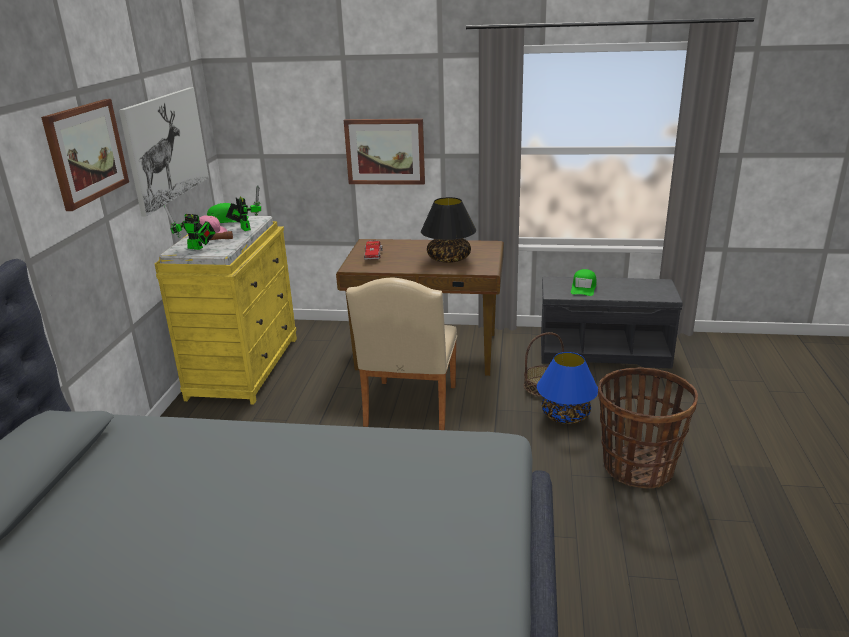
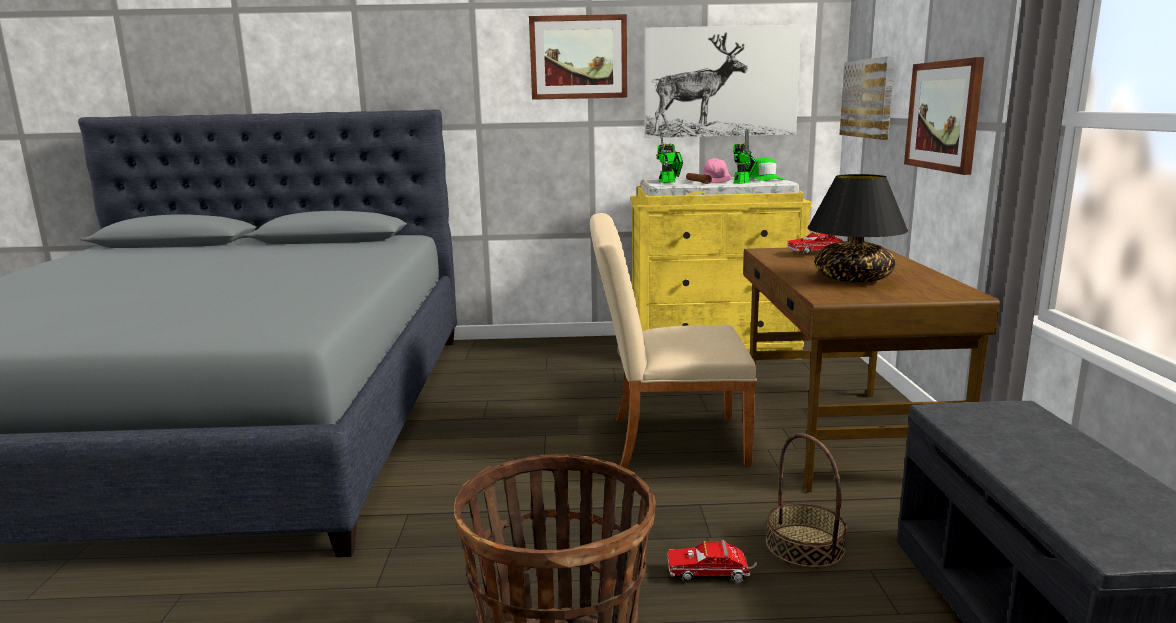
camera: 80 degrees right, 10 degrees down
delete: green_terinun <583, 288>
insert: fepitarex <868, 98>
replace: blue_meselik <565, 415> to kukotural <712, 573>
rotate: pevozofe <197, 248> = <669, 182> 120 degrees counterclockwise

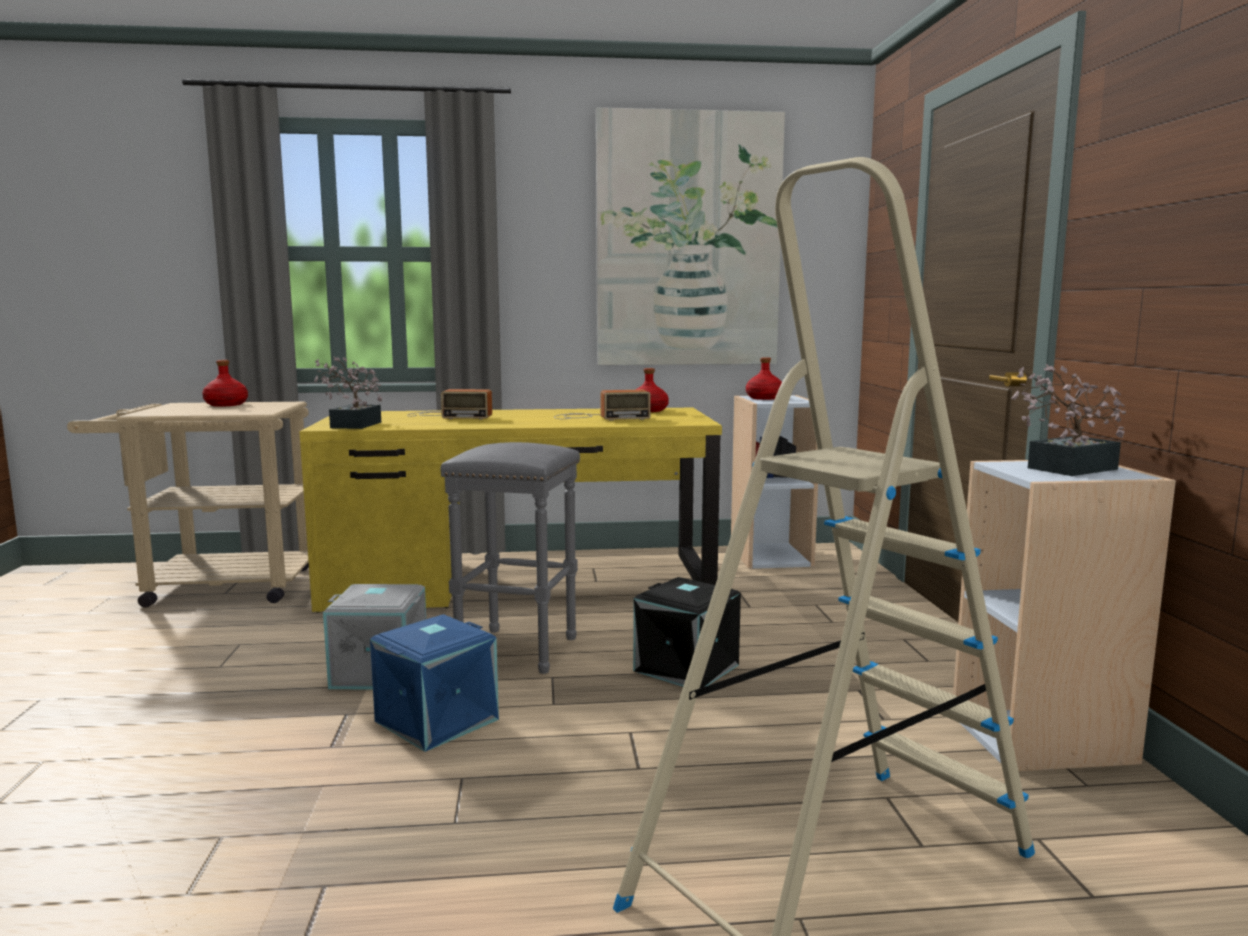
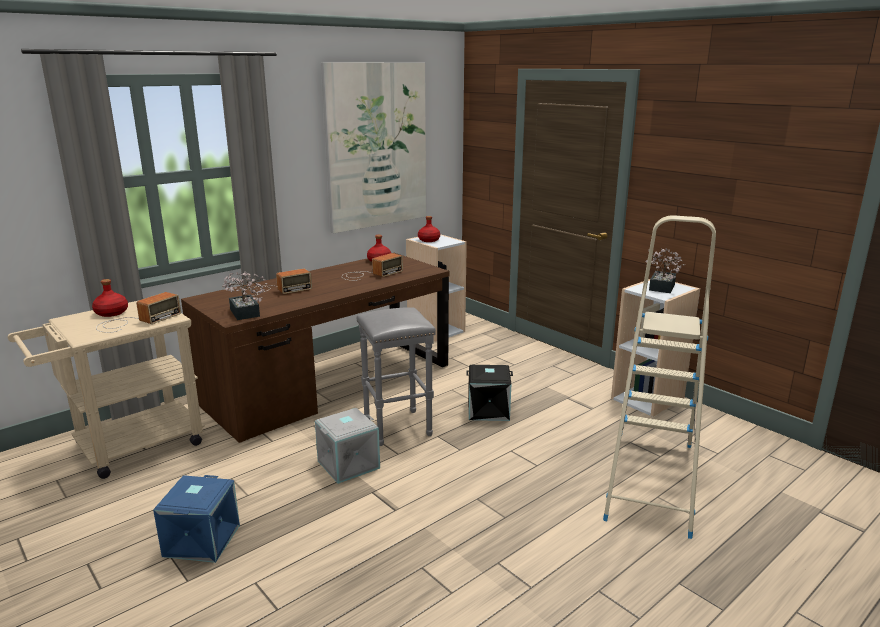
camera: 35 degrees left, 10 degrees up
insert: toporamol <135, 321>
move: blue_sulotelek <436, 719> to <201, 540>
recolor: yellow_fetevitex <520, 582> to brown_fetevitex <330, 384>

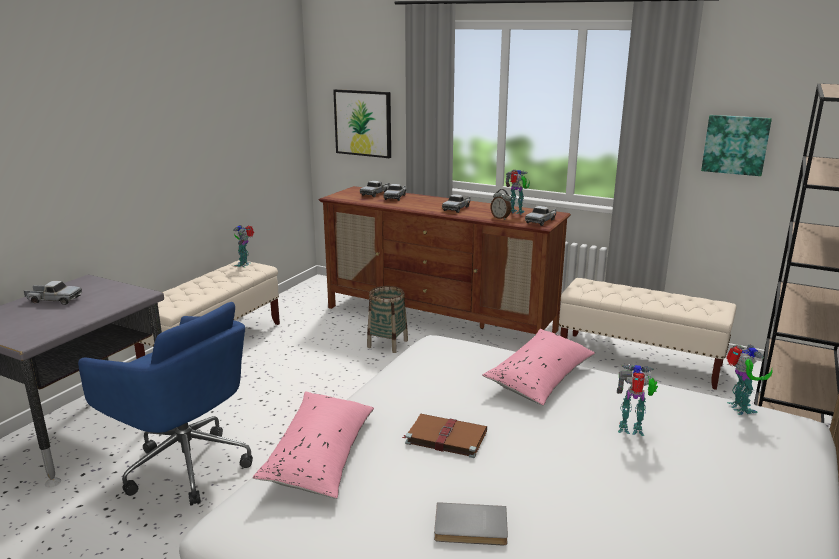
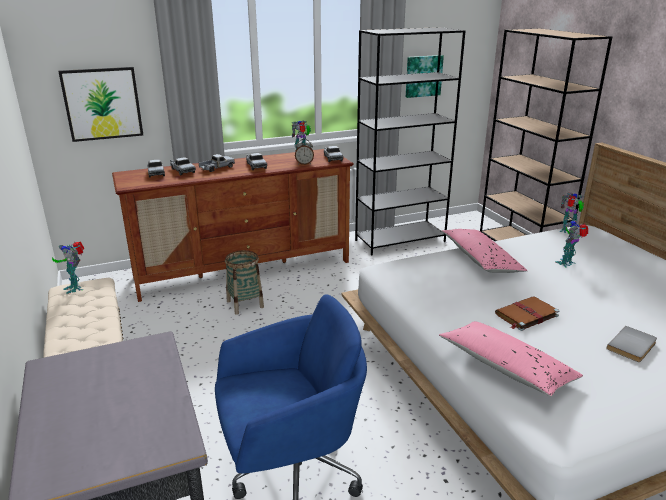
camera: 50 degrees left, 5 degrees up
move: kukotural <54, 300> to <217, 168>
replace: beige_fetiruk <639, 360> to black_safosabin <400, 240>

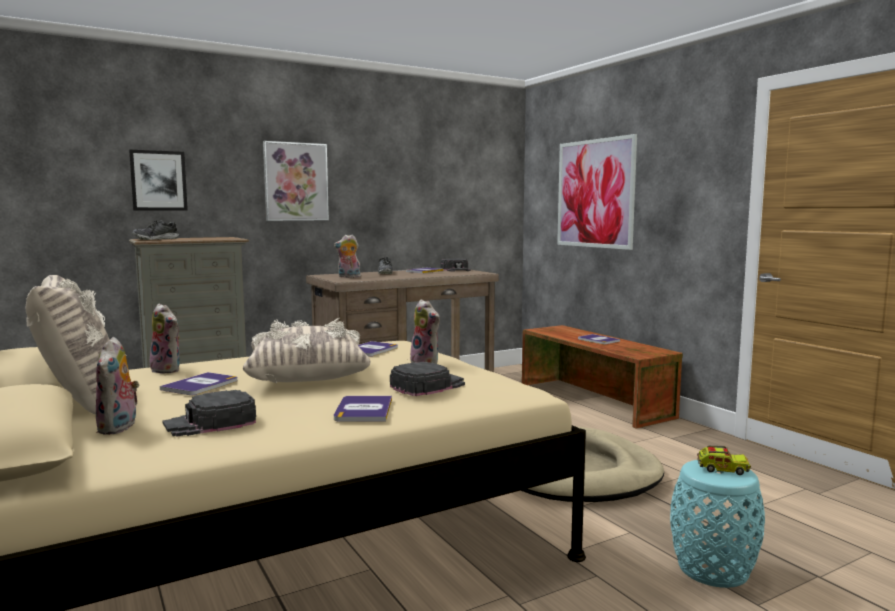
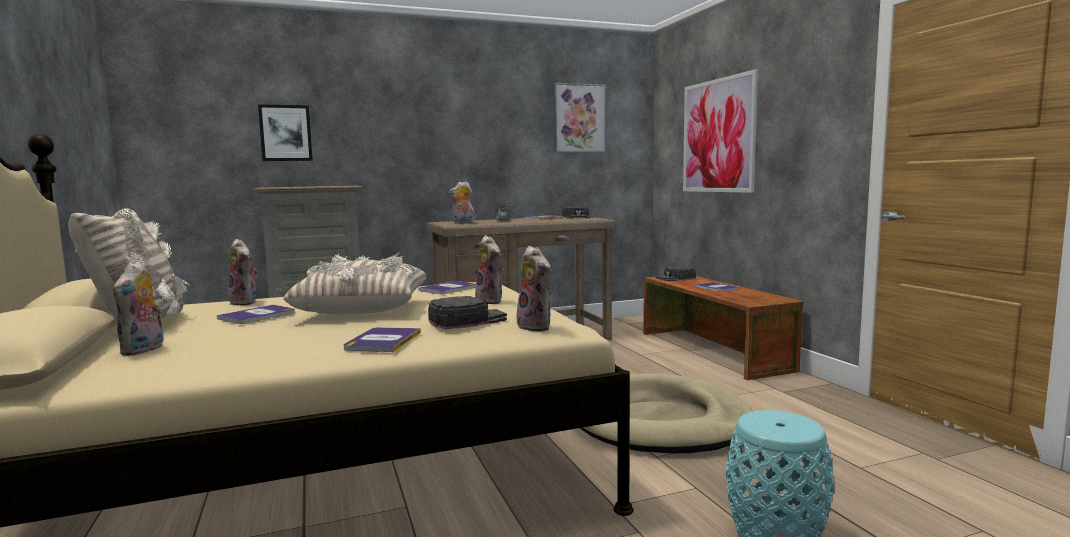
camera: 10 degrees right, 0 degrees up
delete: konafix <156, 239>; kukotural <722, 469>
insert: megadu <537, 327>
move: fepitarex <296, 182> to <579, 118>; black_terinun <211, 423> to <675, 278>

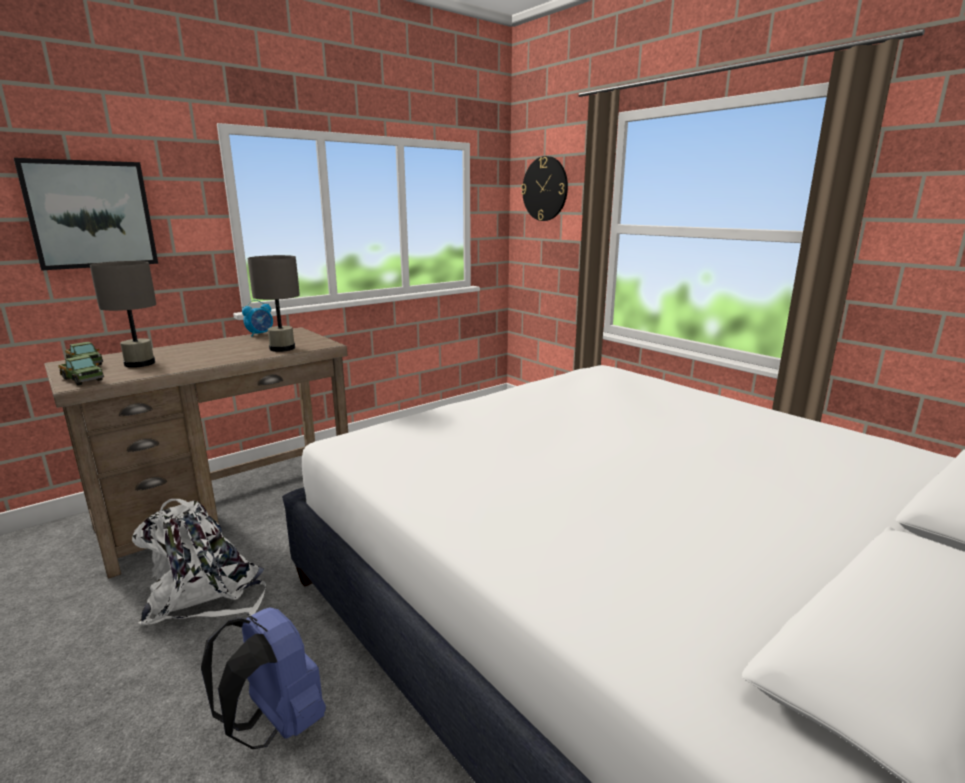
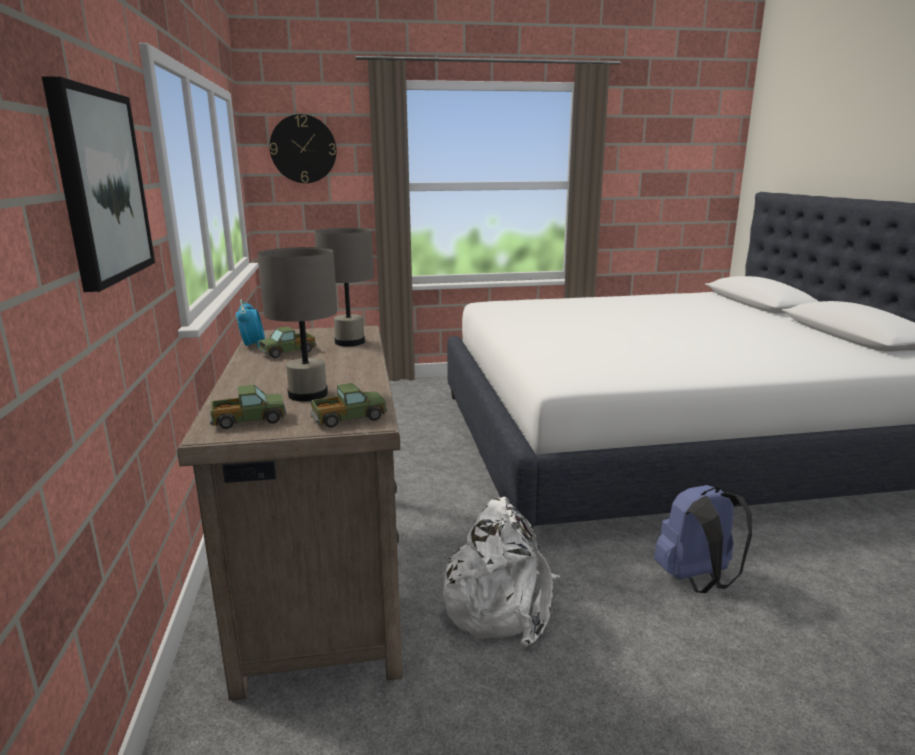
camera: 60 degrees left, 0 degrees up
insert: kukotural <288, 352>

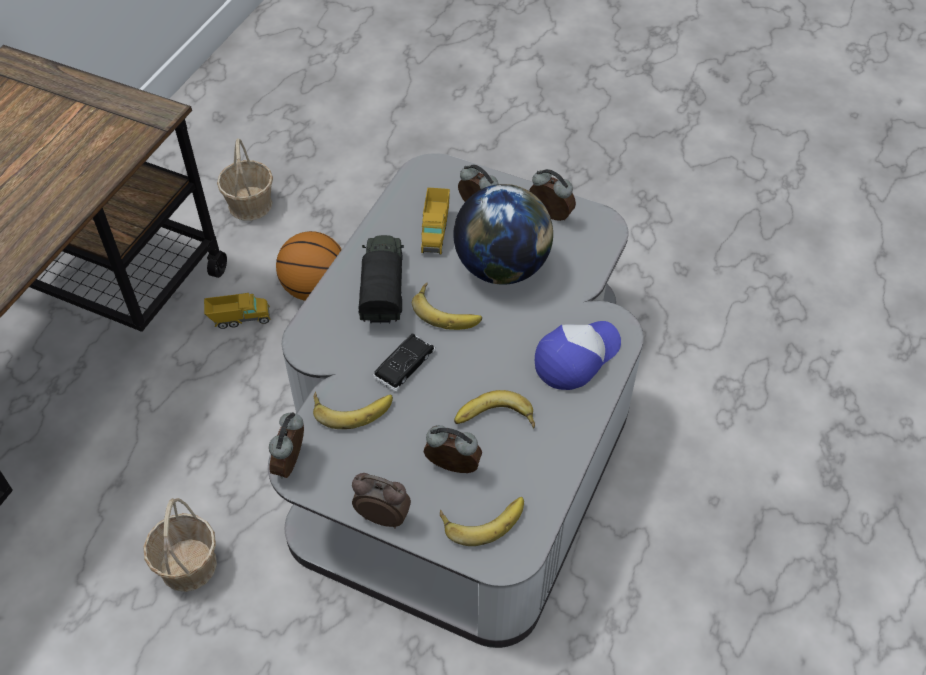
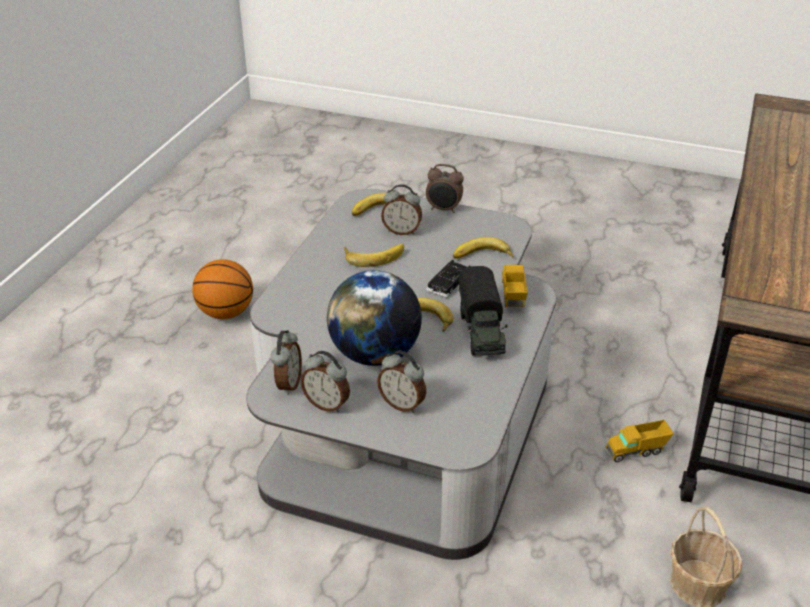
camera: 175 degrees right, 15 degrees down
delete: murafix <188, 566>; terinun <576, 357>
move: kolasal <314, 288> to <226, 313>; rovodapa <292, 464> to <288, 384>; kukotural <435, 232> to <512, 296>

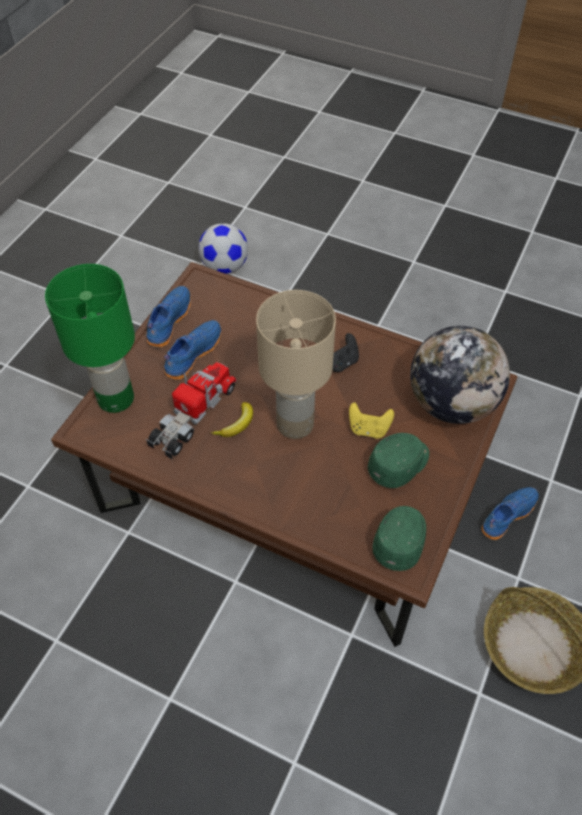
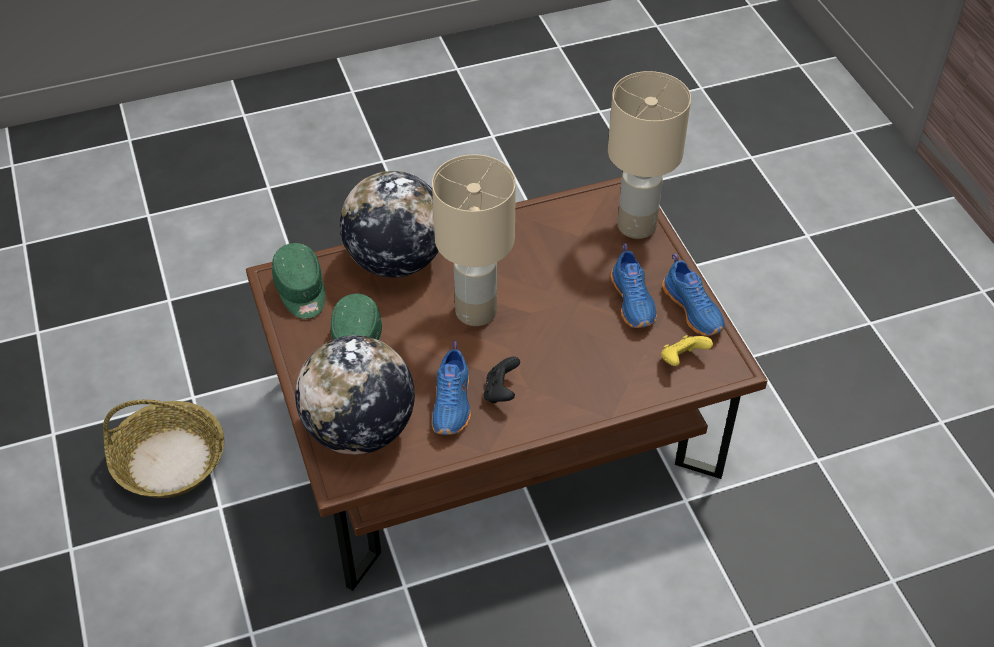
camera: 135 degrees right, 5 degrees down
delete: kukotural <193, 415>; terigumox <225, 267>; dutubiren <237, 424>
insert: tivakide <395, 261>
move: blue_konafix <507, 515> to <453, 403>; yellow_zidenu <368, 429> to <682, 360>
recolor: green_meselik <116, 399> to beige_meselik <635, 226>

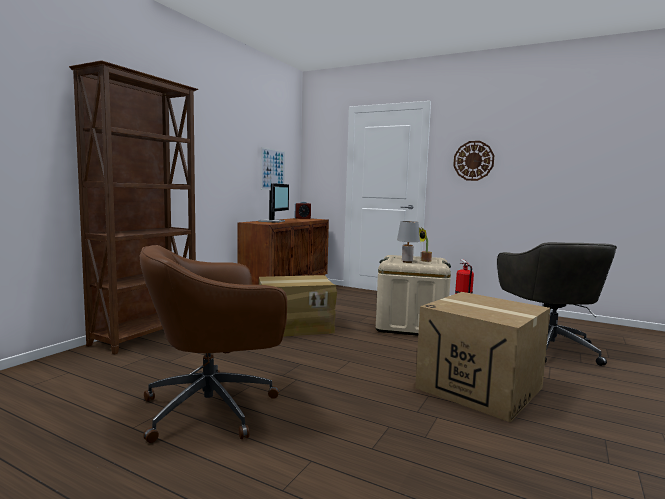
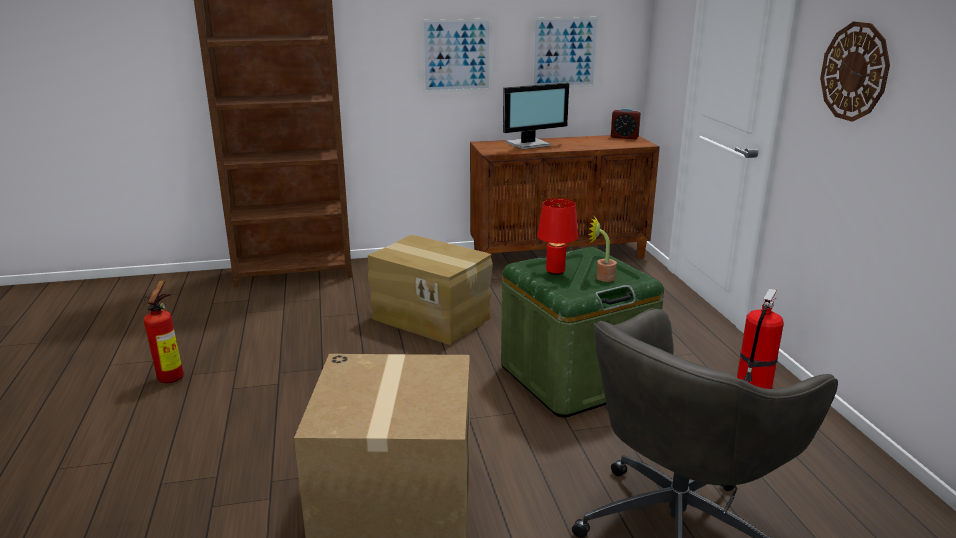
camera: 50 degrees right, 15 degrees up
insert: fepitarex <456, 55>
replace: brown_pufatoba <214, 407> to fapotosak <173, 376>
recolor: beige_sulotelek <411, 325> to green_sulotelek <575, 377>; grey_meselik <406, 262> to red_meselik <555, 271>

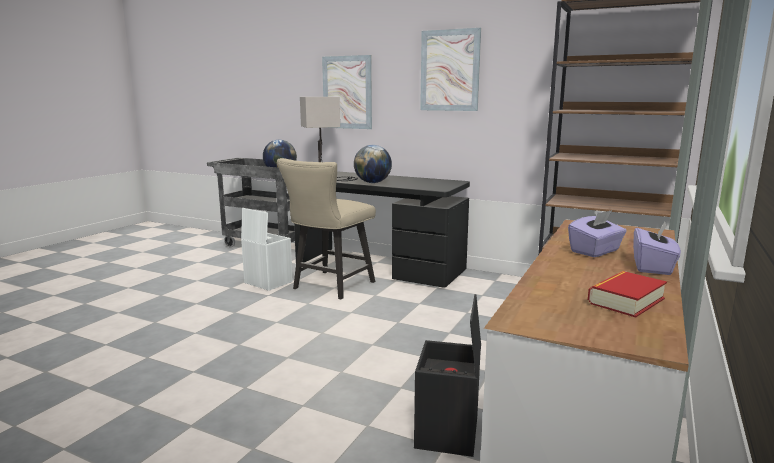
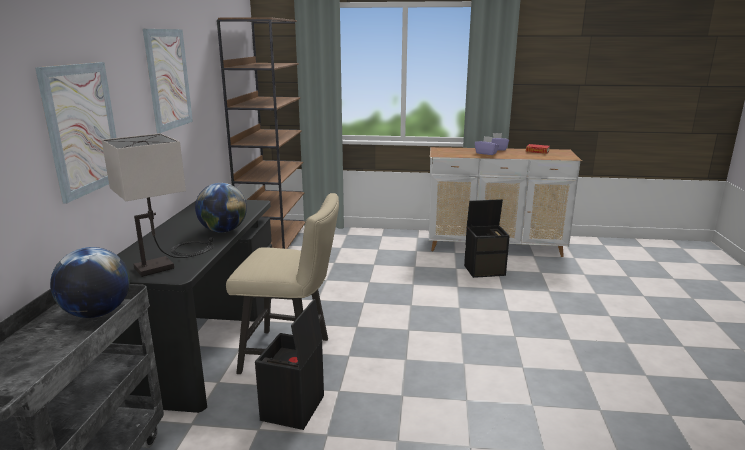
camera: 110 degrees left, 5 degrees up
recolor: white_sulotelek <267, 282> to black_sulotelek <293, 409>

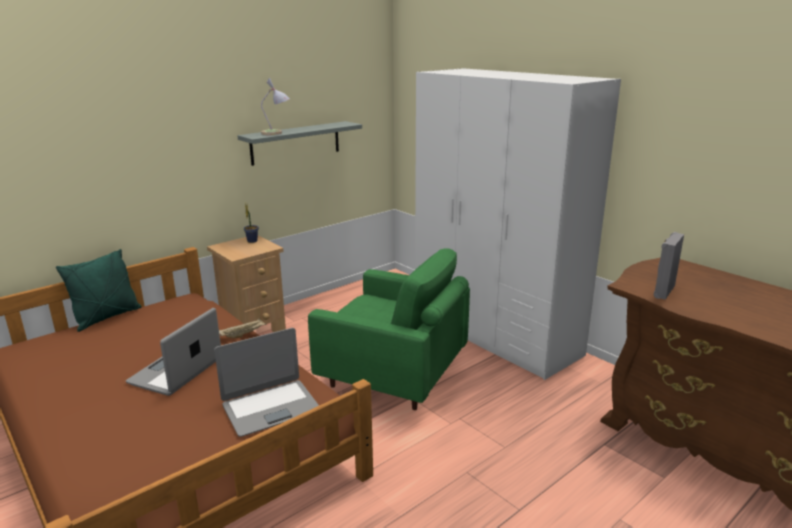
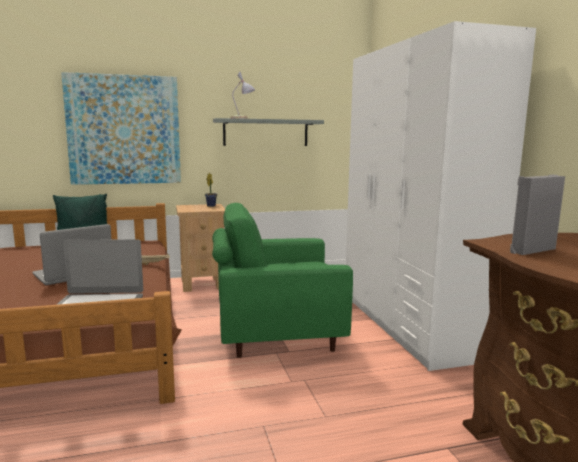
camera: 25 degrees right, 10 degrees down
insert: fepitarex <124, 130>
rotate: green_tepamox <393, 377> = <276, 335> 120 degrees clockwise

